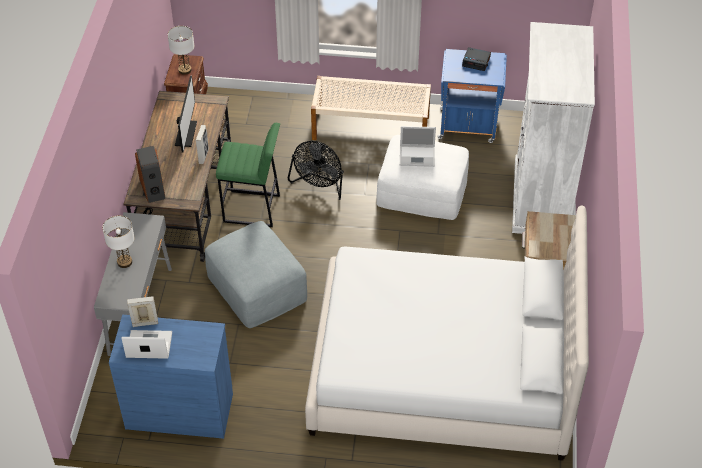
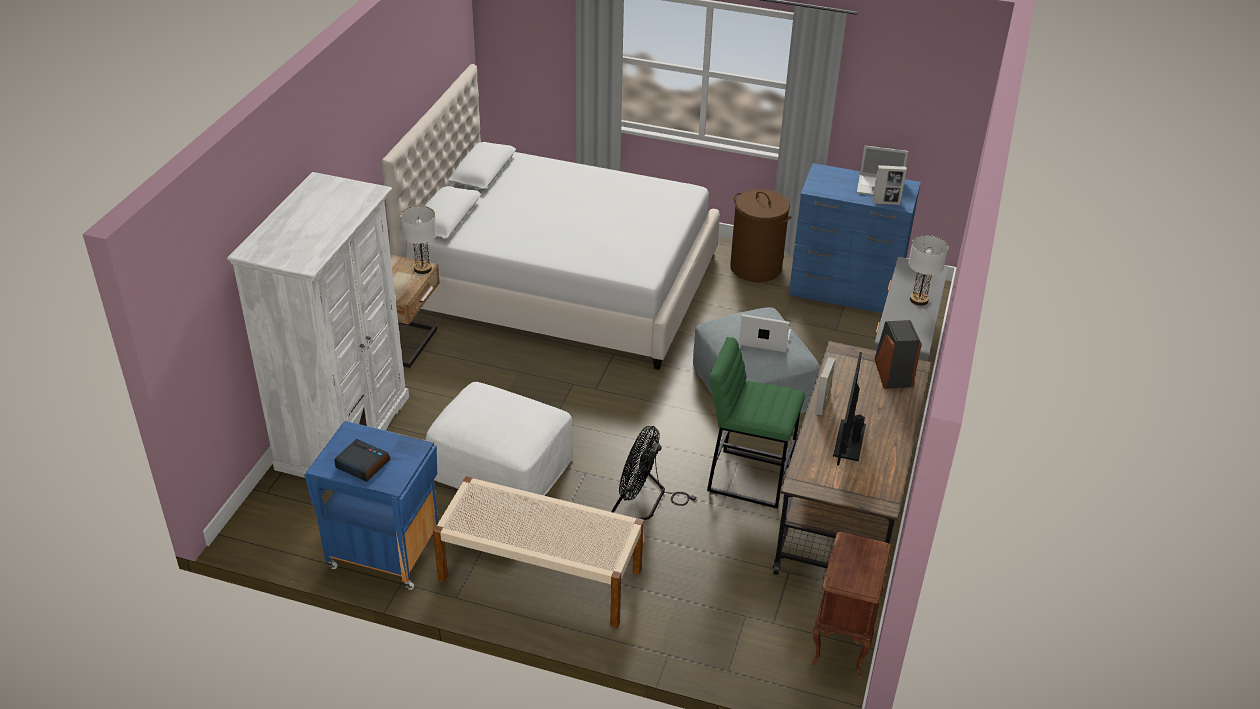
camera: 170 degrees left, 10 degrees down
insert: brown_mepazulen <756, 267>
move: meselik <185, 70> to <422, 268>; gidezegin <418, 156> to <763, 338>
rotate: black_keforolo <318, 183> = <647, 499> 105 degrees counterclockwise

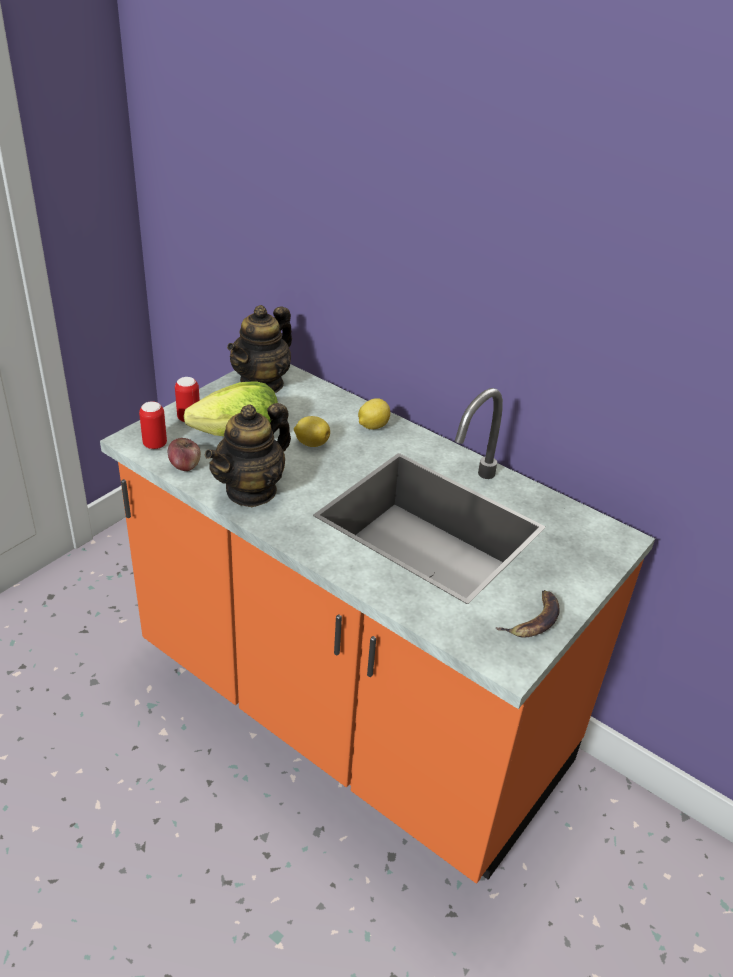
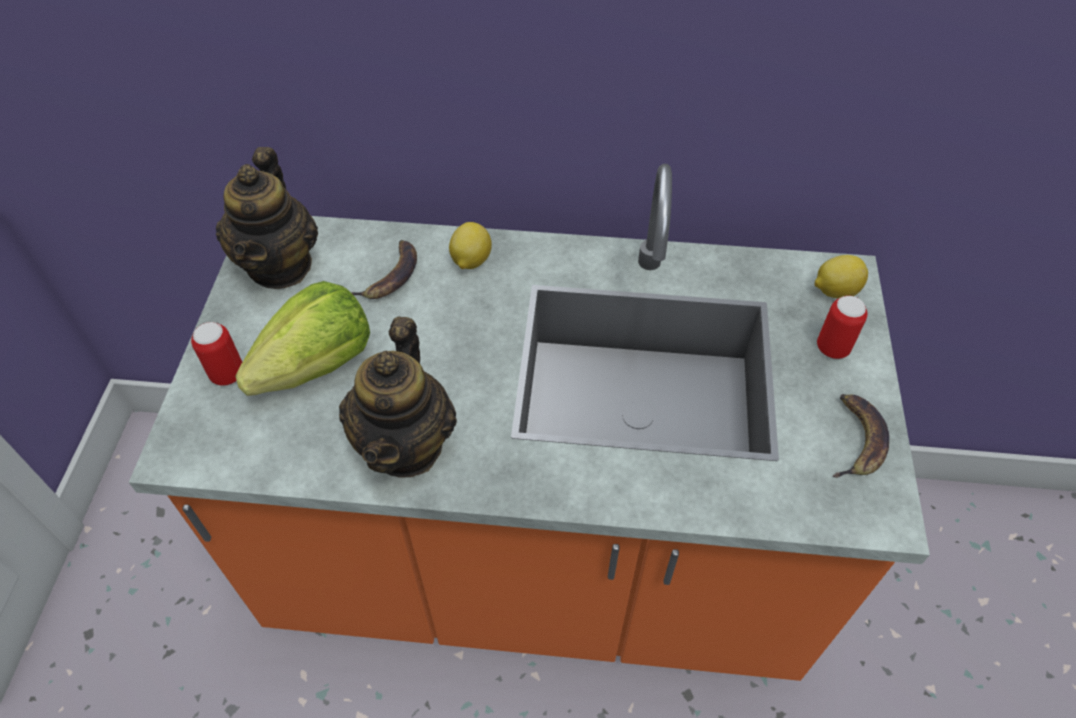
camera: 30 degrees left, 15 degrees up
delete: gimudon <185, 466>
insert: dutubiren <390, 275>
move: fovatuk <311, 443> to <834, 290>; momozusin <155, 444> to <832, 348>

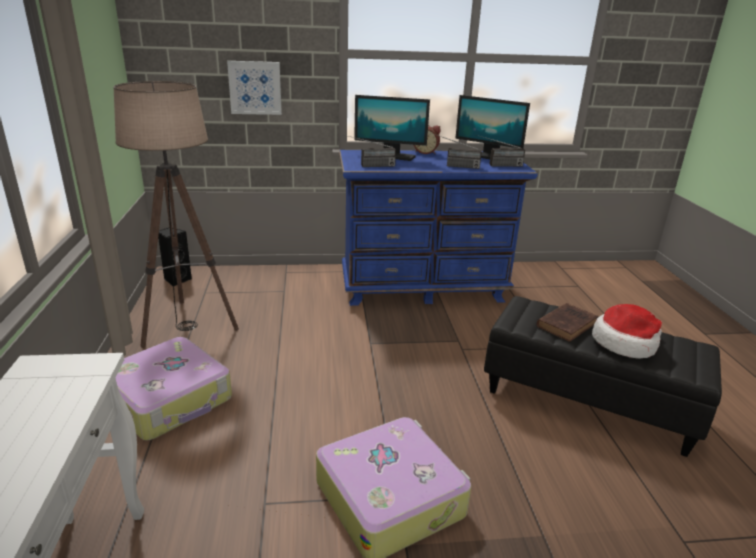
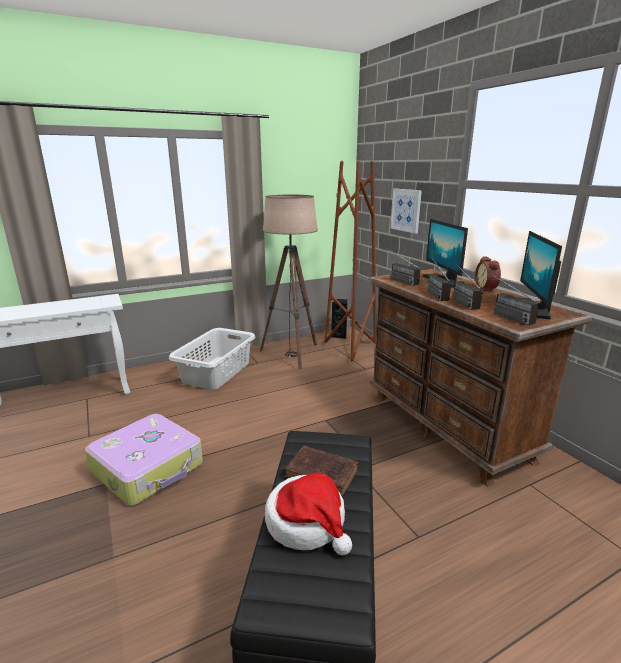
camera: 70 degrees right, 5 degrees down
insert: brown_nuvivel <351, 348>; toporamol <433, 293>
replace: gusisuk <170, 399> to grey_mepazulen <217, 372>
recolor: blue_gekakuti <423, 289> to brown_gekakuti <447, 427>

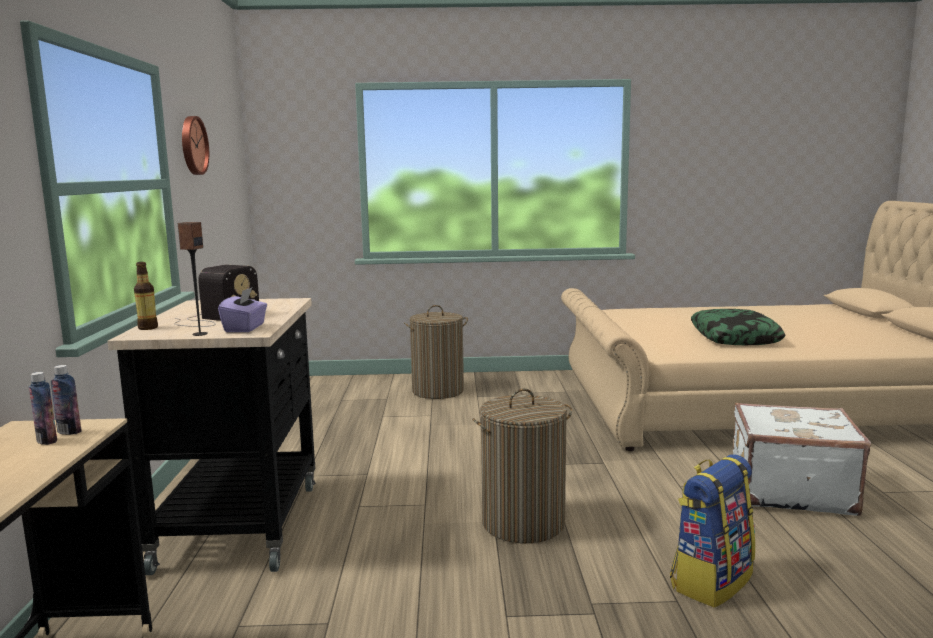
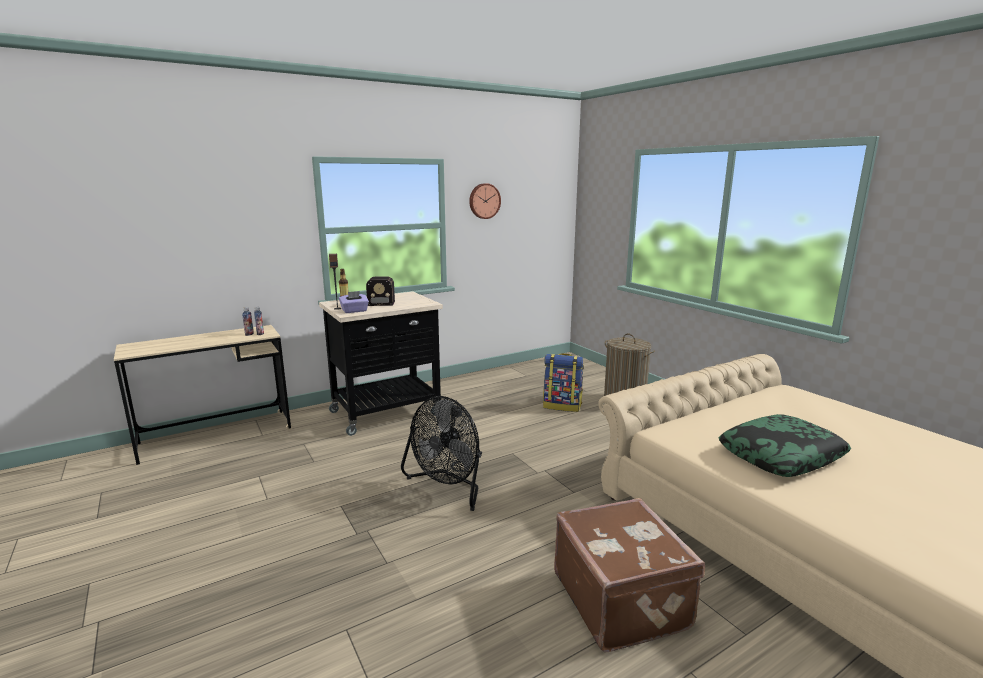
camera: 60 degrees right, 5 degrees up
move: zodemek <710, 581> to <562, 406>
replace: mepazulen <523, 523> to black_keforolo <449, 484>
recolor: white_gusisuk <790, 490> to brown_gusisuk <621, 599>

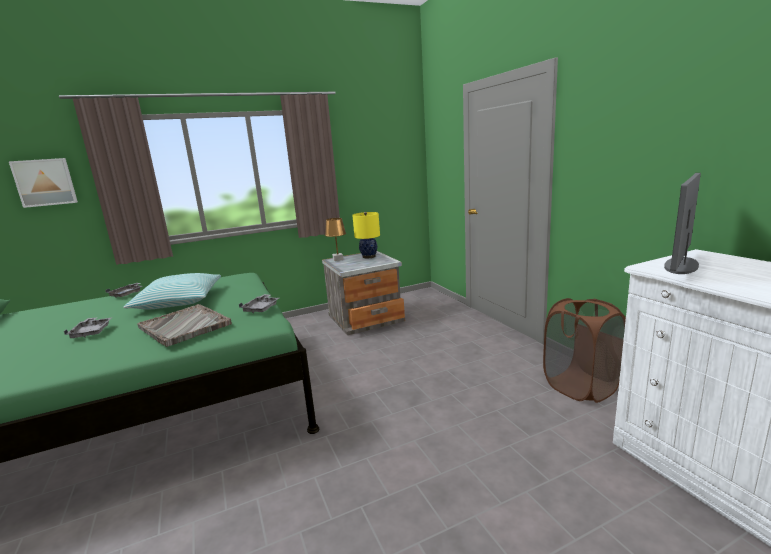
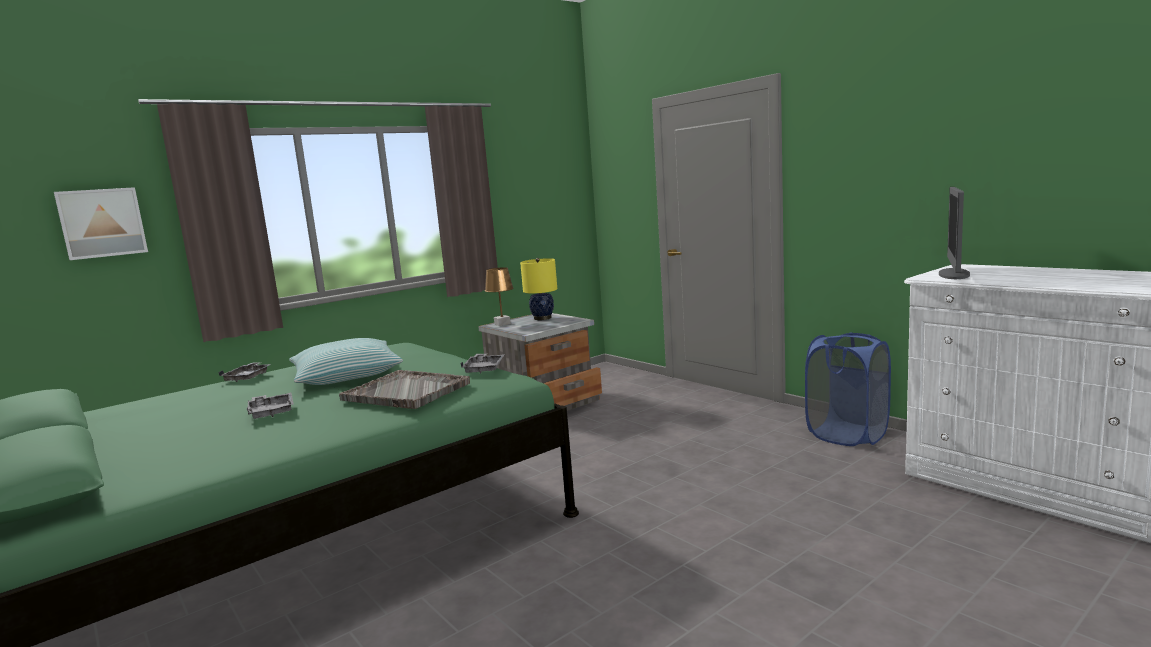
camera: 15 degrees left, 5 degrees down
recolor: brown_mepazulen <580, 387> to blue_mepazulen <847, 435>

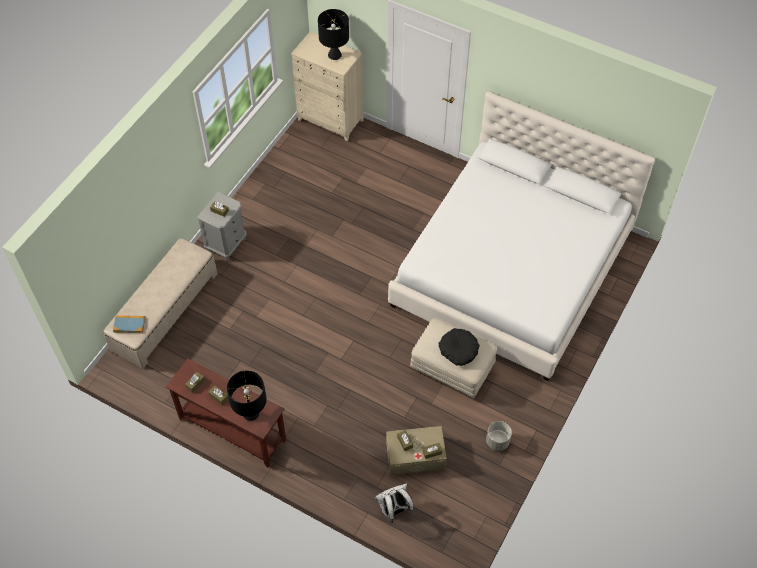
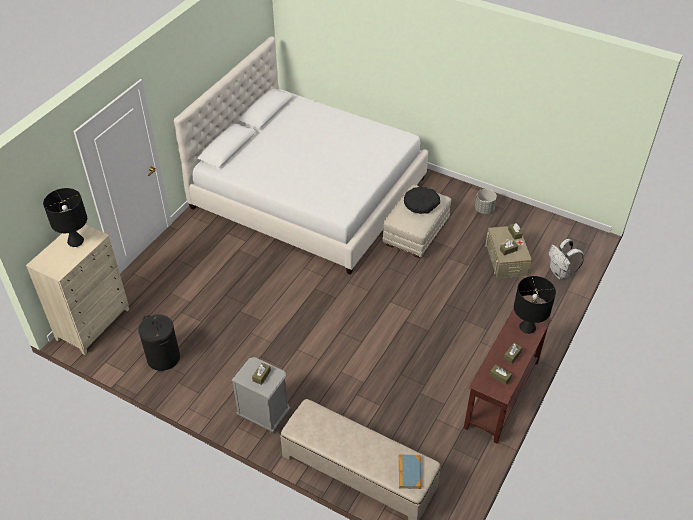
camera: 90 degrees left, 10 degrees down
insert: black_mepazulen <163, 357>

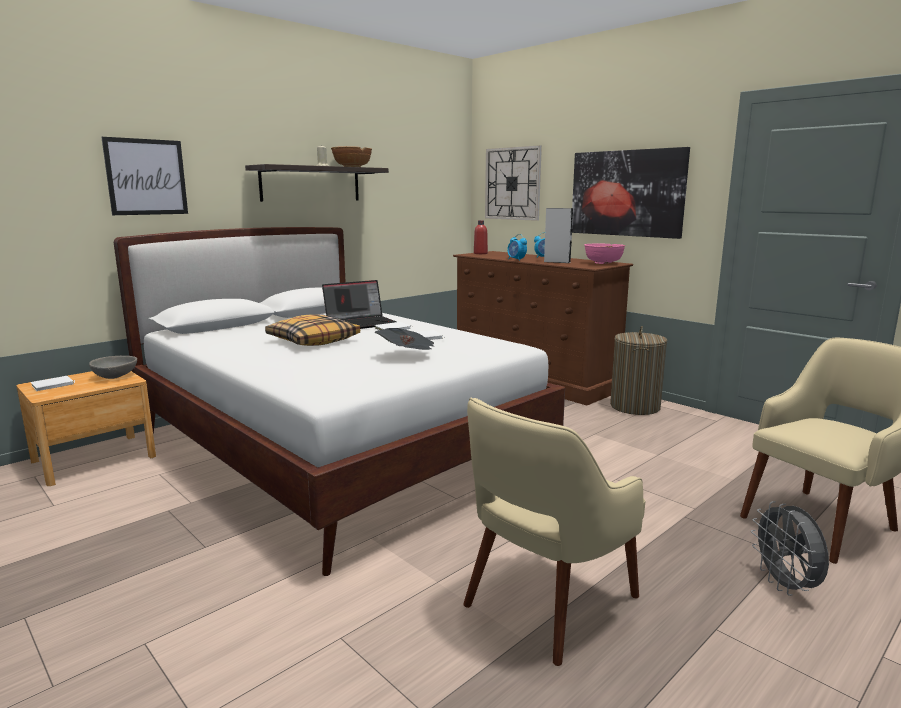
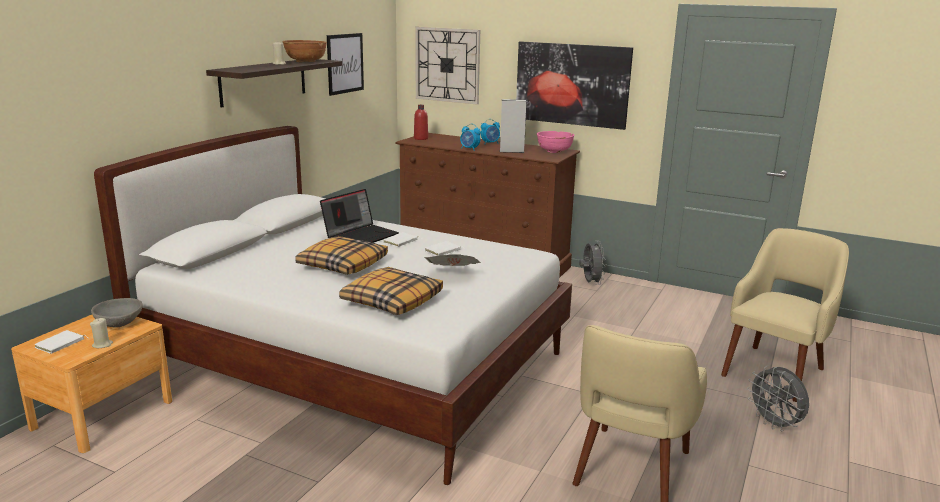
camera: 20 degrees left, 5 degrees up
insert: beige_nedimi <102, 345>; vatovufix <391, 301>
move: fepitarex <146, 177> to <345, 63>
replace: mepazulen <635, 406> to grey_keforolo <590, 283>

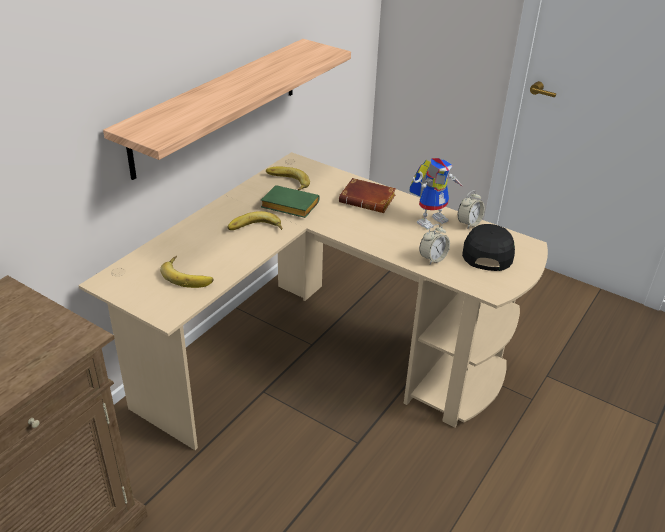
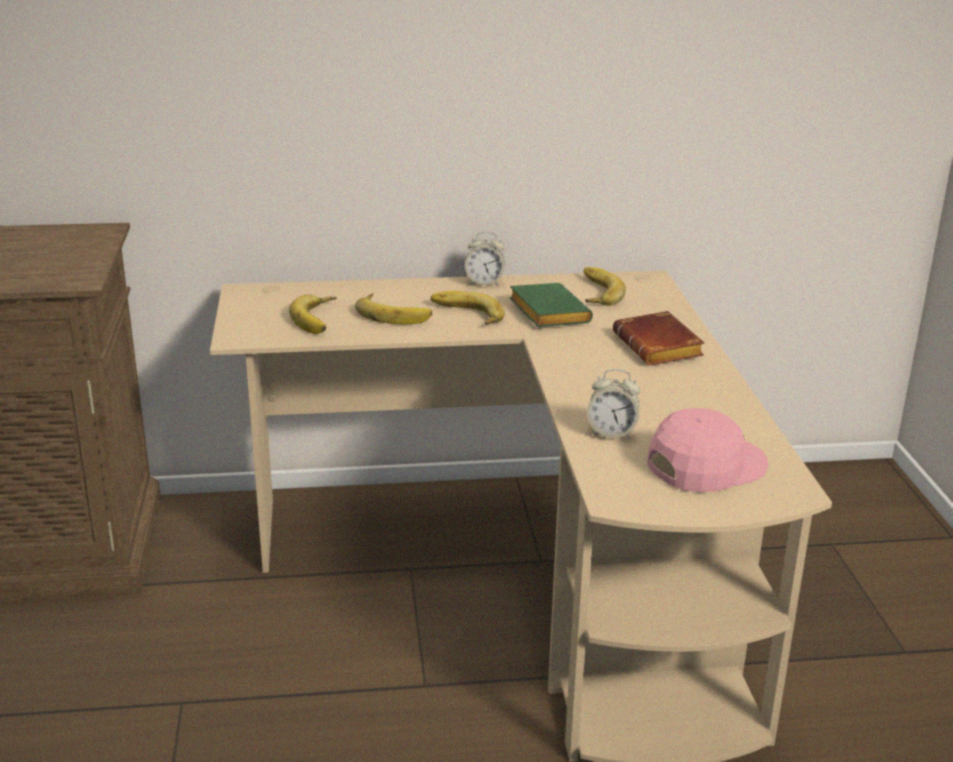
camera: 50 degrees right, 10 degrees down
delete: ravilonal <218, 105>; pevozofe <431, 219>
insert: dutubiren <394, 313>
move: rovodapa <469, 223> to <484, 283>
recolor: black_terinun <487, 252> to pink_terinun <705, 464>

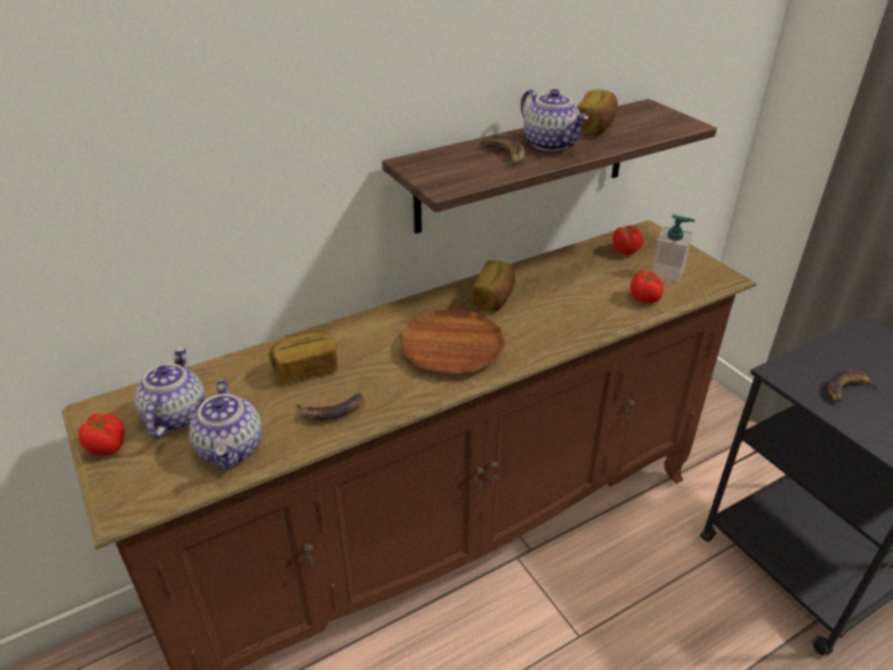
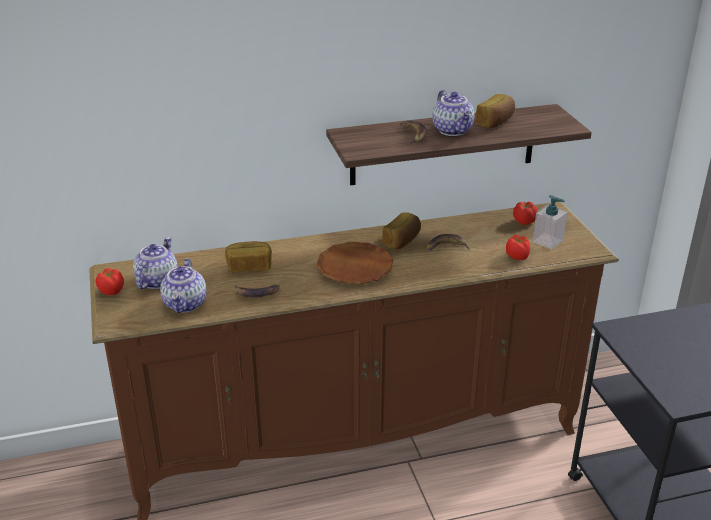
camera: 15 degrees right, 5 degrees down
move: dutubiren <847, 390> to <446, 246>

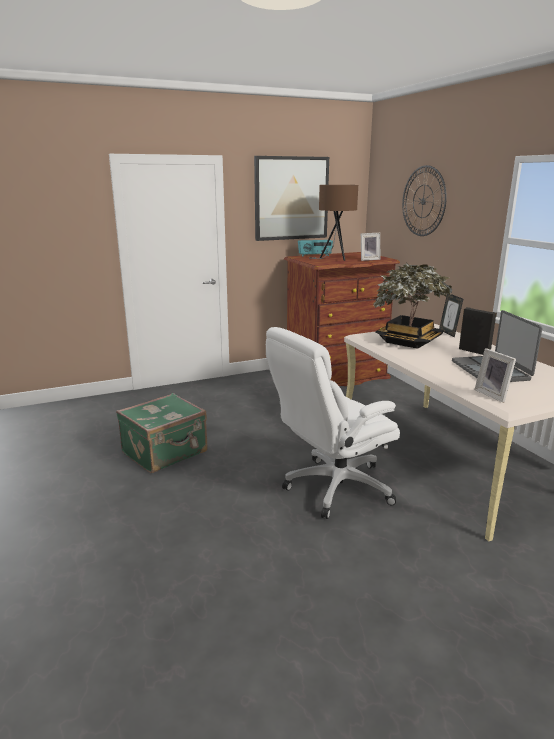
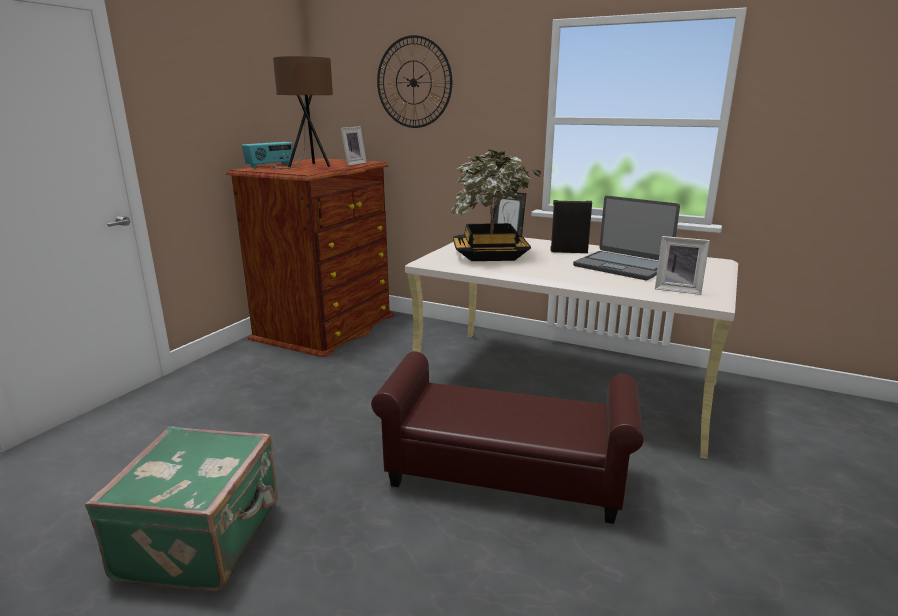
camera: 40 degrees left, 0 degrees up
delete: fepitarex <291, 198>
replace: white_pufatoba <331, 488> to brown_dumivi <504, 476>

